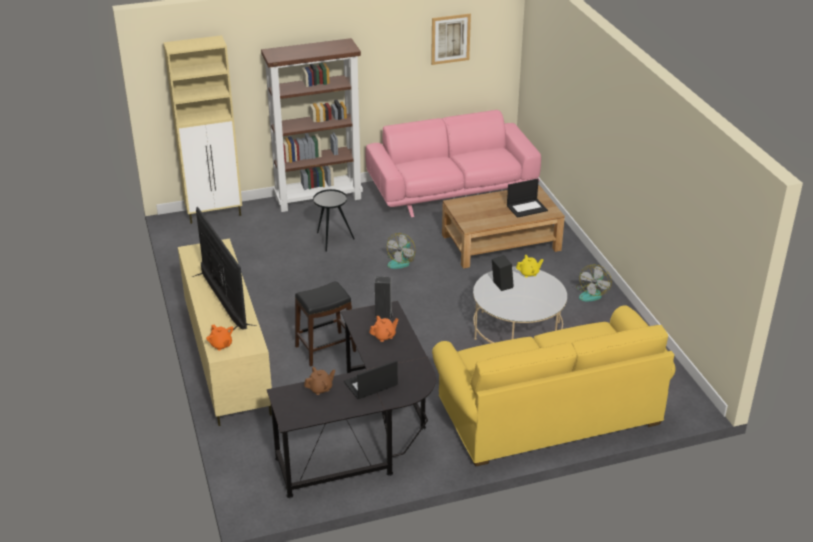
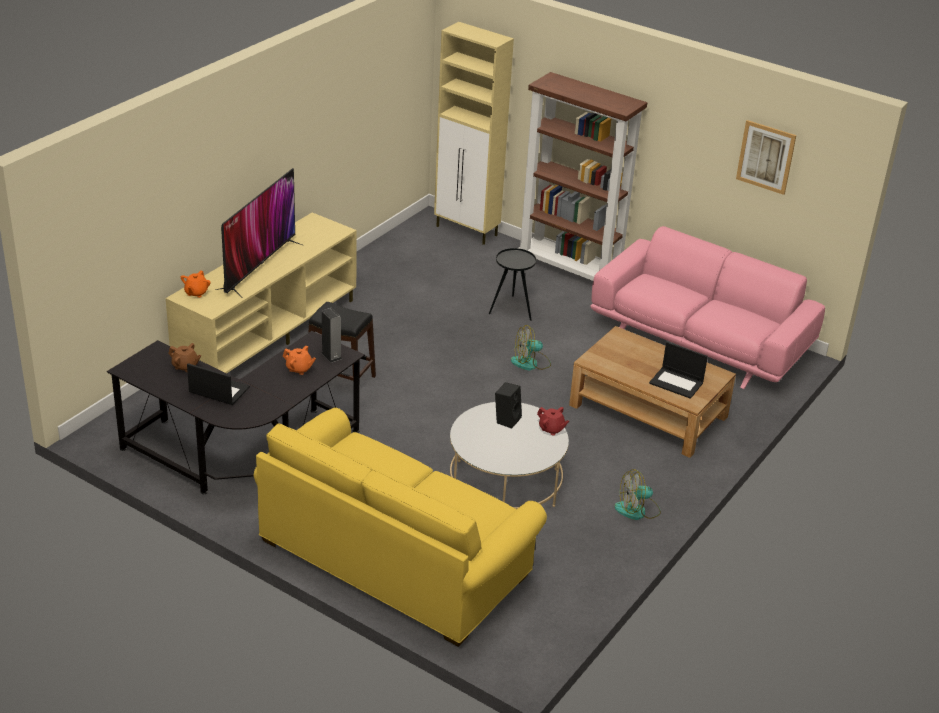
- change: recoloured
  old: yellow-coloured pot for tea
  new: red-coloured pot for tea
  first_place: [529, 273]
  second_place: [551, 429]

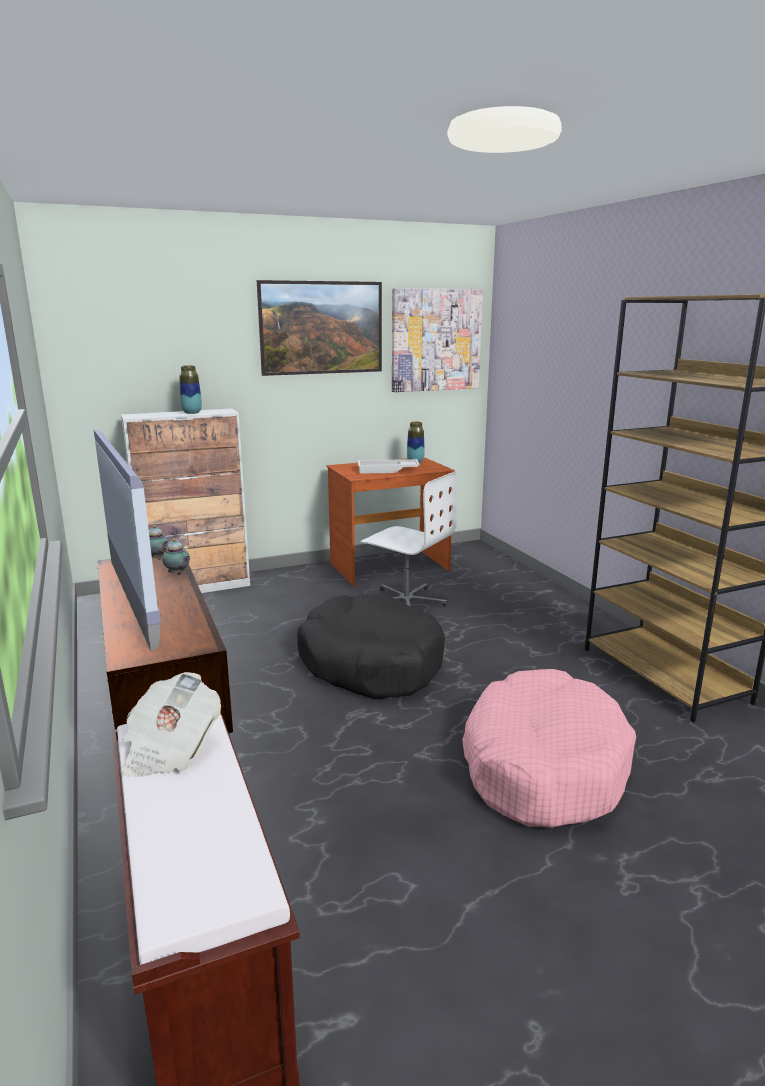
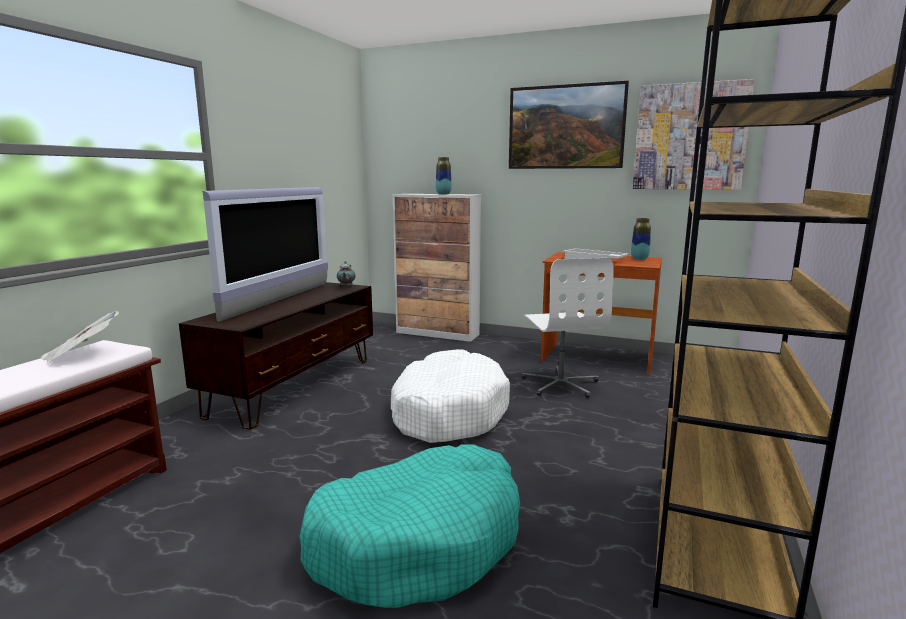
- change: recoloured
  old: pink dog cushion
  new: turquoise dog cushion
  first_place: [542, 765]
  second_place: [418, 541]
- change: recoloured
  old: blackish dog cushion
  new: white-coloured dog cushion
  first_place: [370, 663]
  second_place: [448, 412]
- change: removed
  old: pot for tea
  first_place: [178, 574]

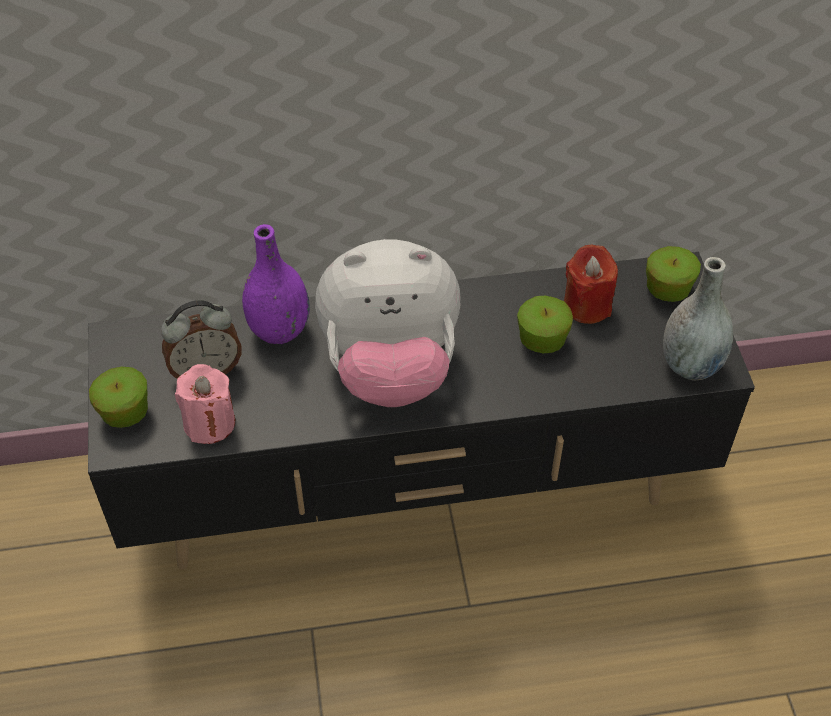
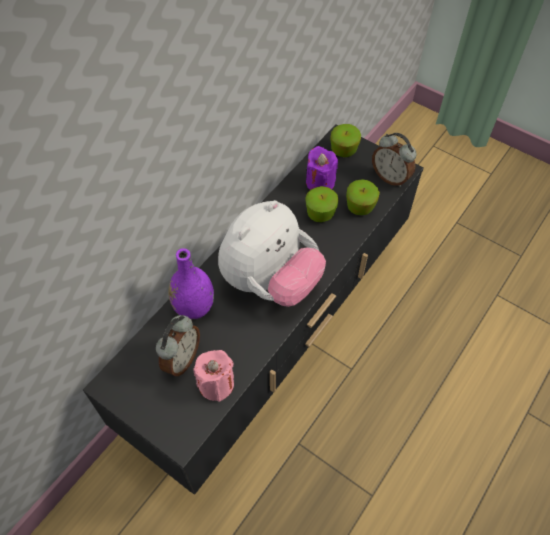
- change: recoloured
  old: red-coloured wax candle
  new: purple-coloured wax candle
  first_place: [587, 305]
  second_place: [320, 183]
- change: moved
  old: apple fruit
  first_place: [125, 413]
  second_place: [360, 207]
- change: replaced
  old: grey vase
  new: alarm clock
  first_place: [690, 365]
  second_place: [390, 177]

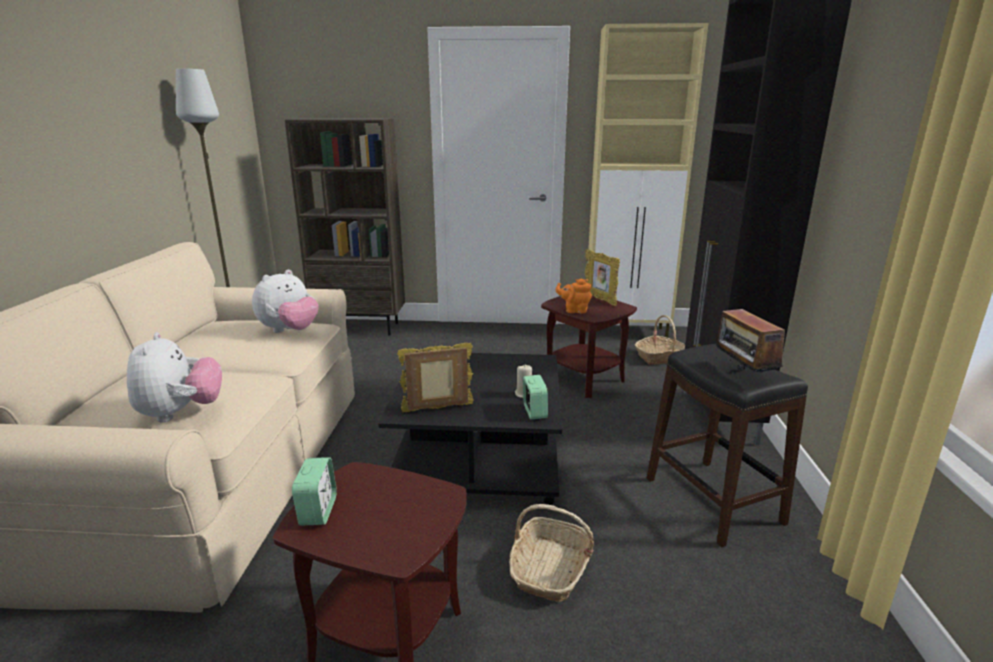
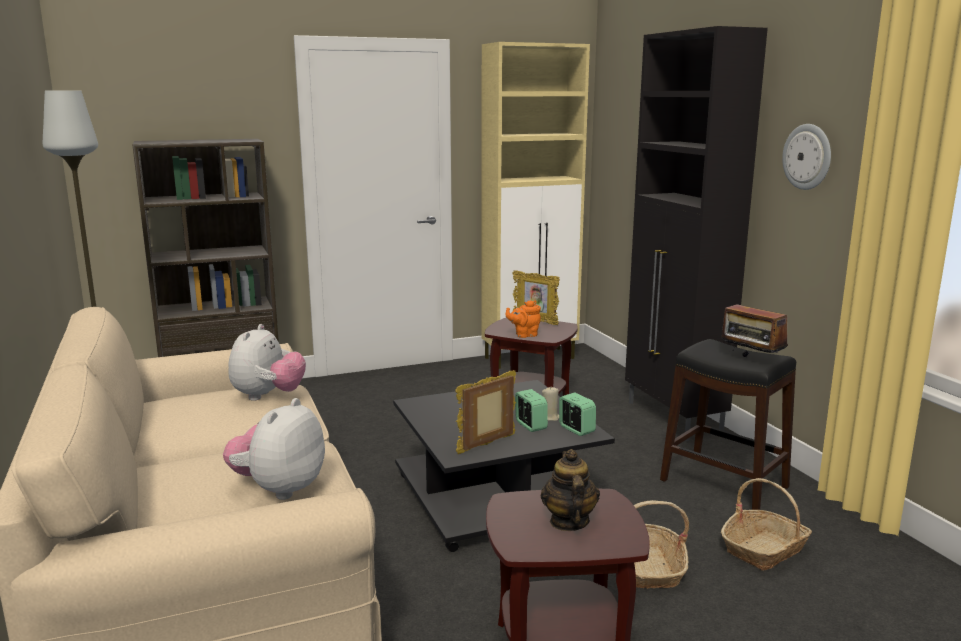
- change: turned
  old: soft toy
  first_place: [181, 413]
  second_place: [279, 489]
  degrees: -120
- change: moved
  old: alarm clock
  first_place: [318, 511]
  second_place: [530, 426]
- change: added
  new: pot for tea
  second_place: [568, 522]
- change: moved
  old: basket
  first_place: [661, 358]
  second_place: [764, 549]
- change: added
  new: clock on the wall
  second_place: [807, 157]

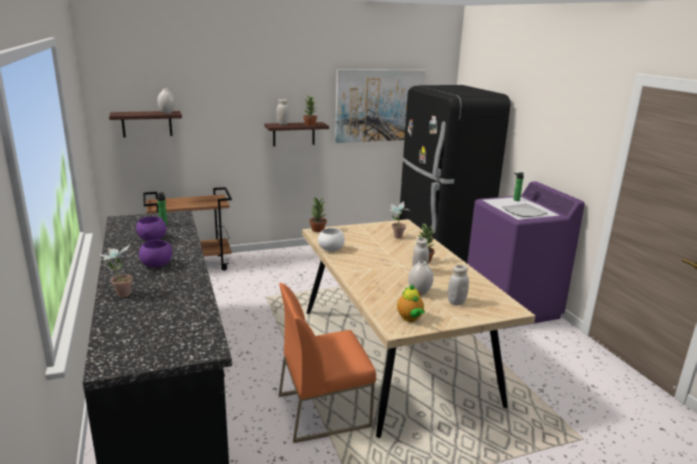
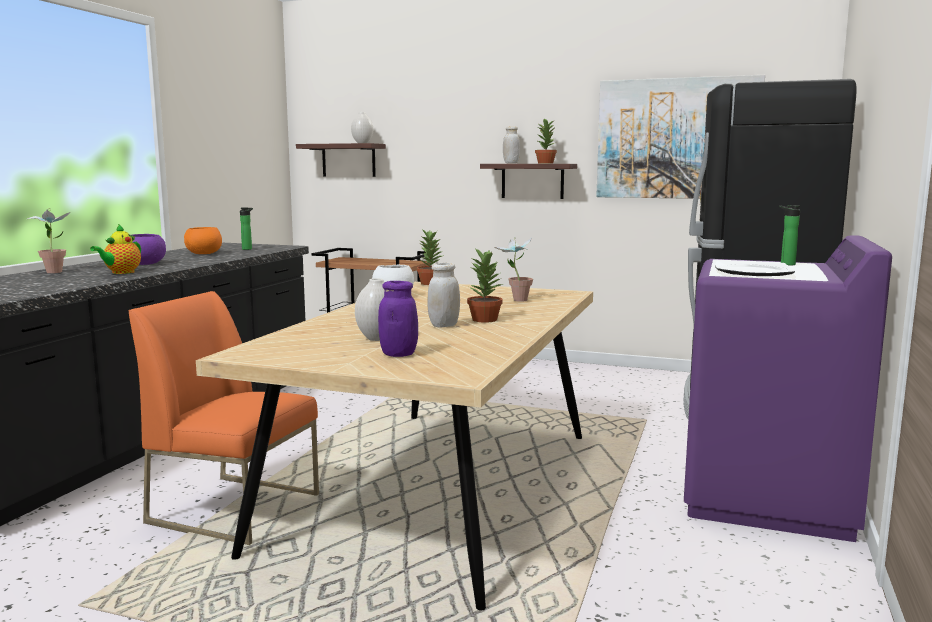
- change: moved
  old: pot for tea
  first_place: [410, 318]
  second_place: [121, 272]
- change: recoloured
  old: purple-coloured bowl
  new: orange bowl
  first_place: [152, 239]
  second_place: [203, 253]
- change: recoloured
  old: white-coloured storage jar
  new: purple-coloured storage jar
  first_place: [456, 302]
  second_place: [398, 354]

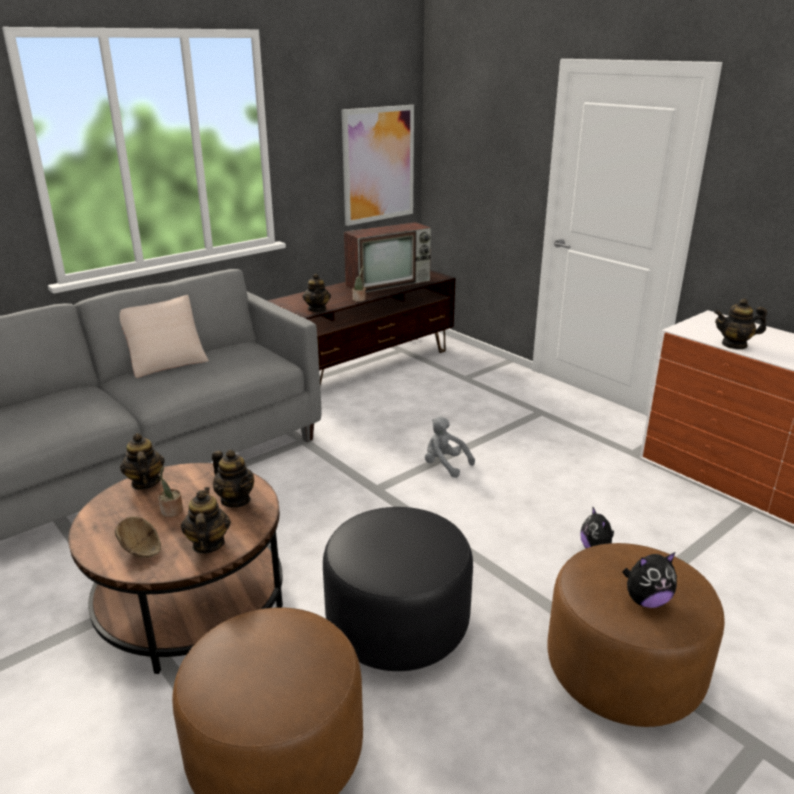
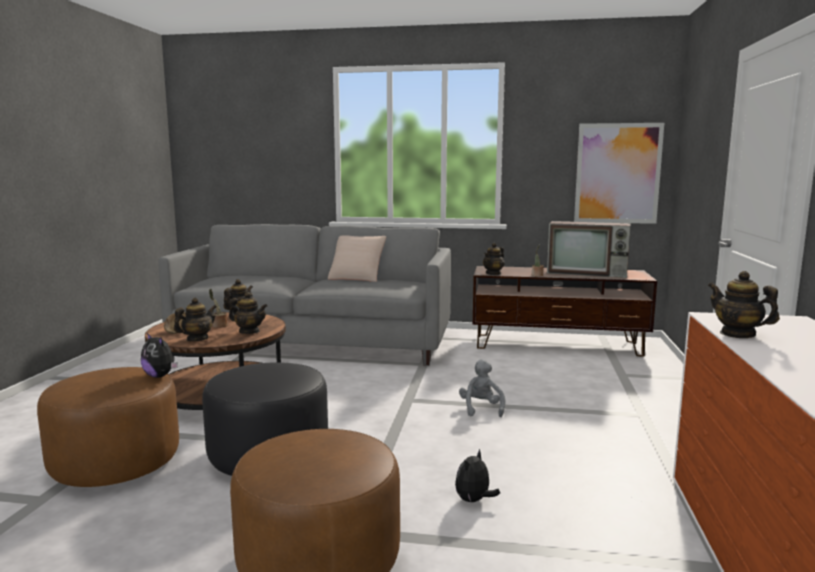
- change: moved
  old: soft toy
  first_place: [646, 600]
  second_place: [160, 376]
- change: turned
  old: pot for tea
  first_place: [236, 500]
  second_place: [249, 332]
  degrees: -75

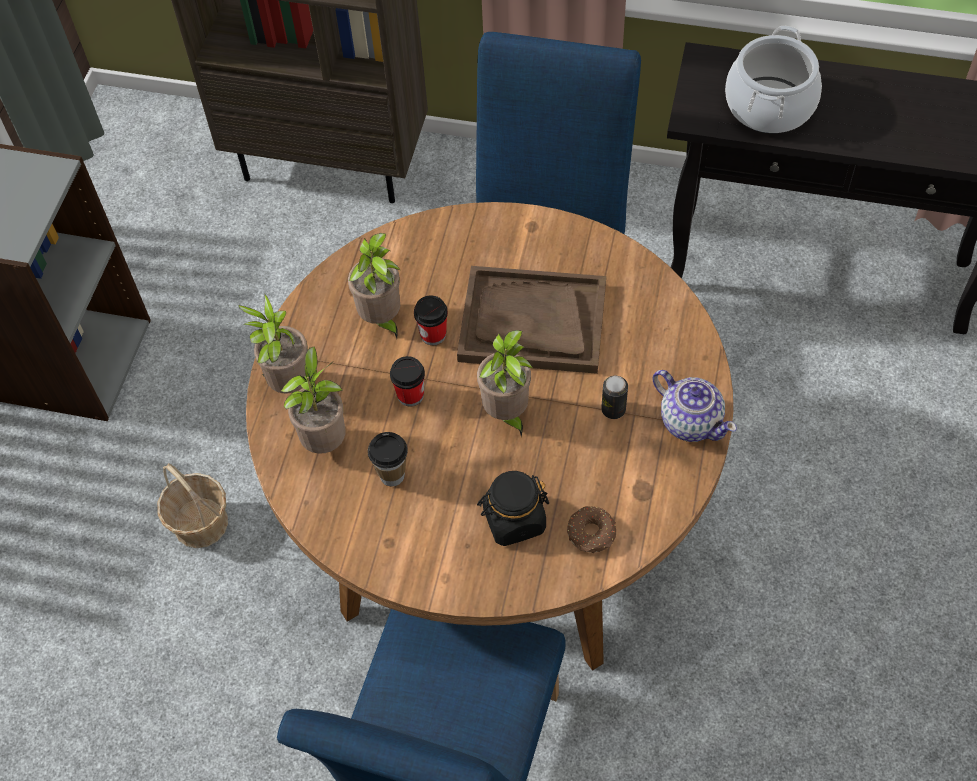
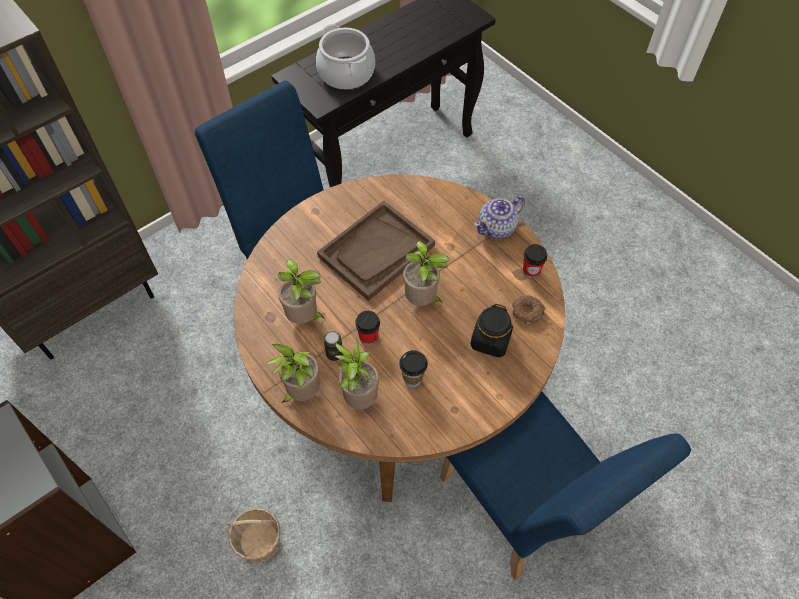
- change: moved
  old: metal can
  first_place: [613, 409]
  second_place: [334, 354]
- change: turned
  old: pot for tea
  first_place: [690, 421]
  second_place: [497, 228]
  degrees: 150
- change: moved
  old: small cup
  first_place: [433, 334]
  second_place: [531, 271]

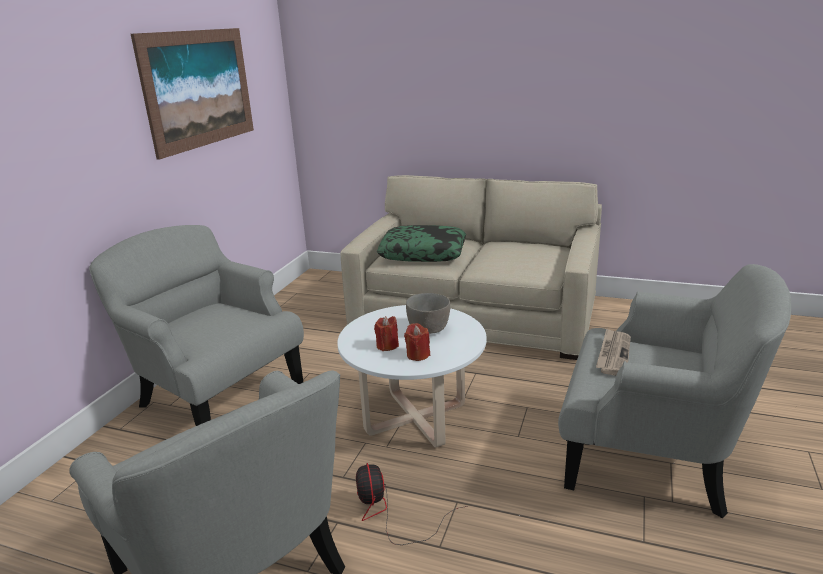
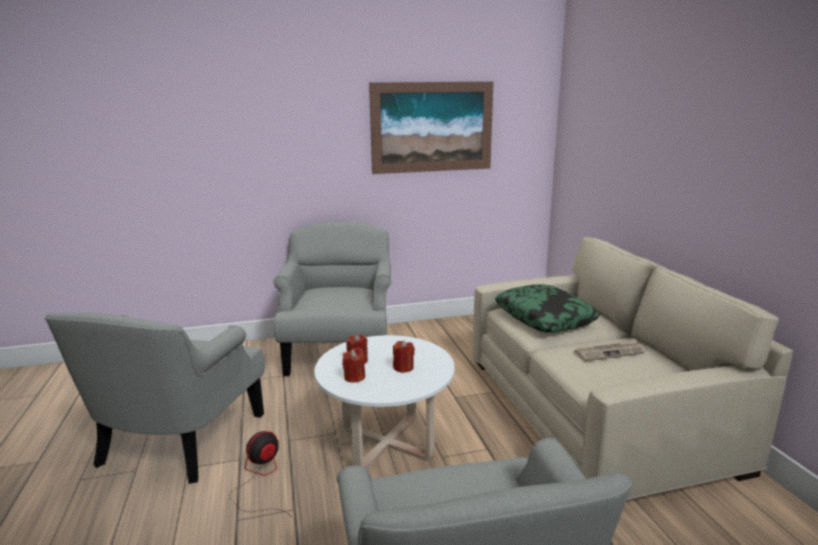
- change: replaced
  old: grey bowl
  new: red-coloured wax candle
  first_place: [429, 329]
  second_place: [403, 368]
- change: moved
  old: printed paper
  first_place: [613, 354]
  second_place: [609, 352]

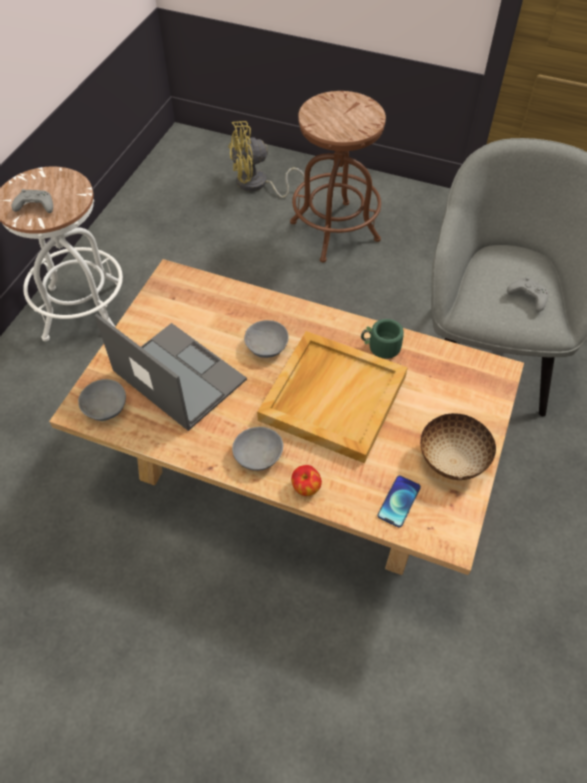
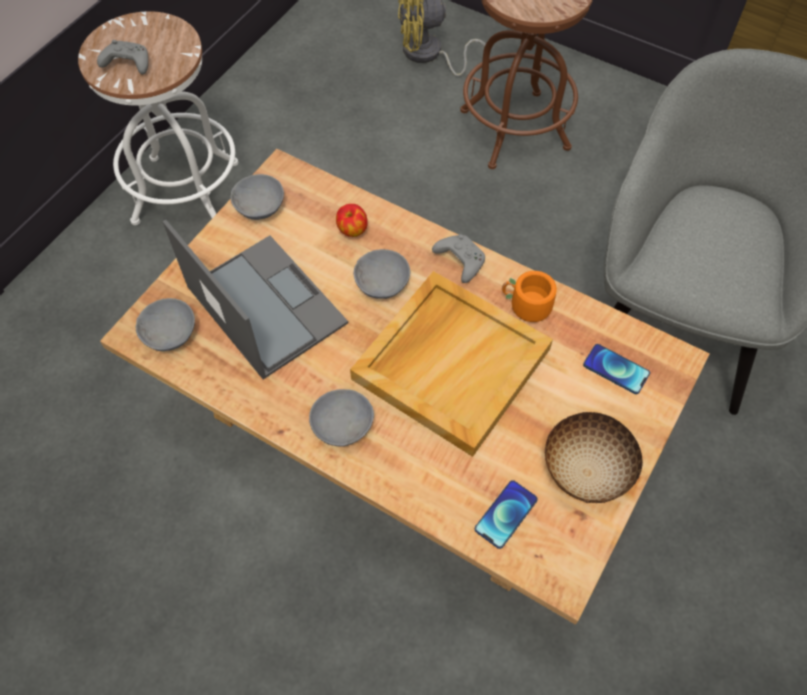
- change: added
  new: grey bowl
  second_place: [261, 206]
- change: moved
  old: apple fruit
  first_place: [306, 487]
  second_place: [352, 230]
- change: moved
  old: grey joypad
  first_place: [527, 297]
  second_place: [459, 261]
- change: recoloured
  old: green-coloured mug
  new: orange mug
  first_place: [380, 349]
  second_place: [525, 307]
- change: added
  new: phone
  second_place: [616, 369]

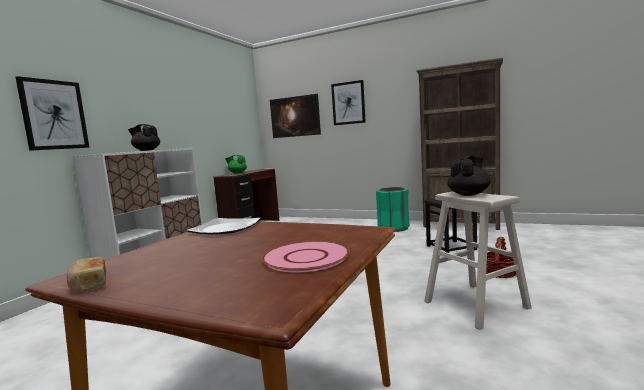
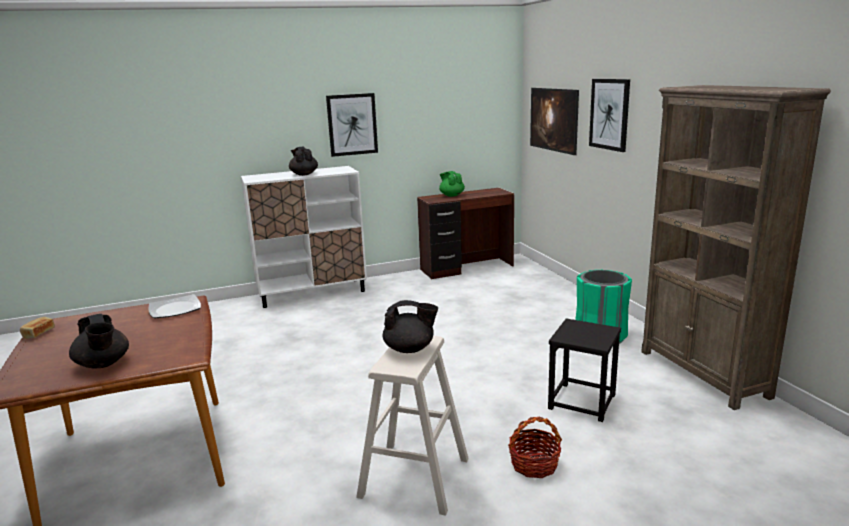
- change: replaced
  old: pink flat dish
  new: blackish pot for tea
  first_place: [306, 258]
  second_place: [103, 364]
- change: moved
  old: picture
  first_place: [54, 115]
  second_place: [352, 124]

